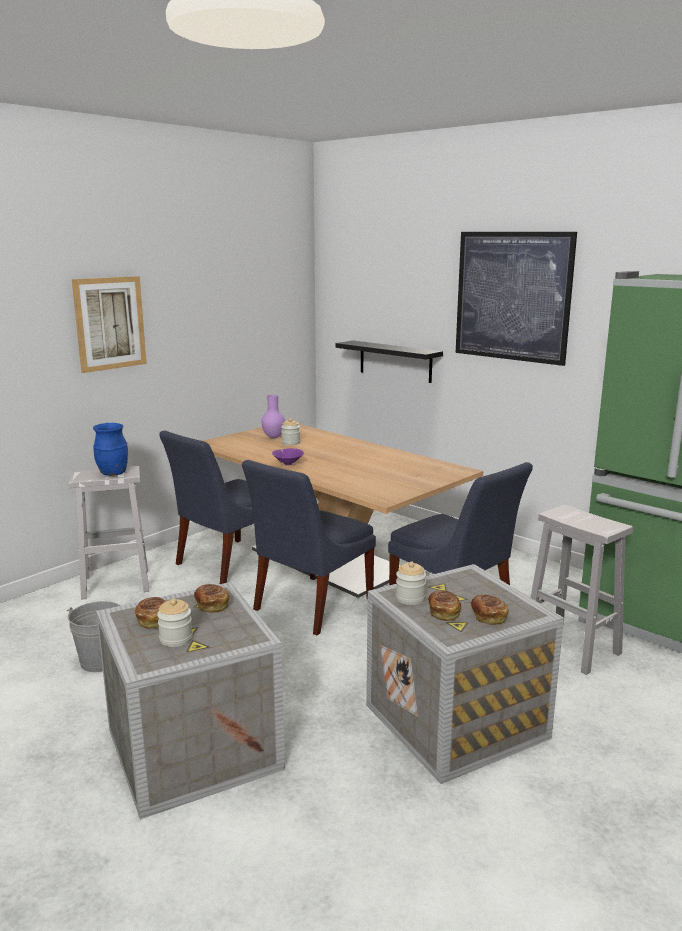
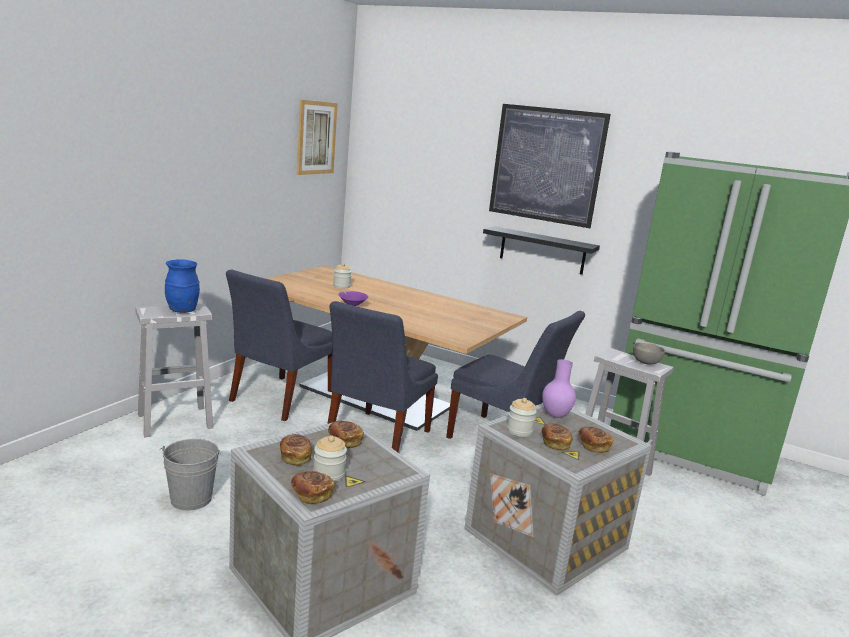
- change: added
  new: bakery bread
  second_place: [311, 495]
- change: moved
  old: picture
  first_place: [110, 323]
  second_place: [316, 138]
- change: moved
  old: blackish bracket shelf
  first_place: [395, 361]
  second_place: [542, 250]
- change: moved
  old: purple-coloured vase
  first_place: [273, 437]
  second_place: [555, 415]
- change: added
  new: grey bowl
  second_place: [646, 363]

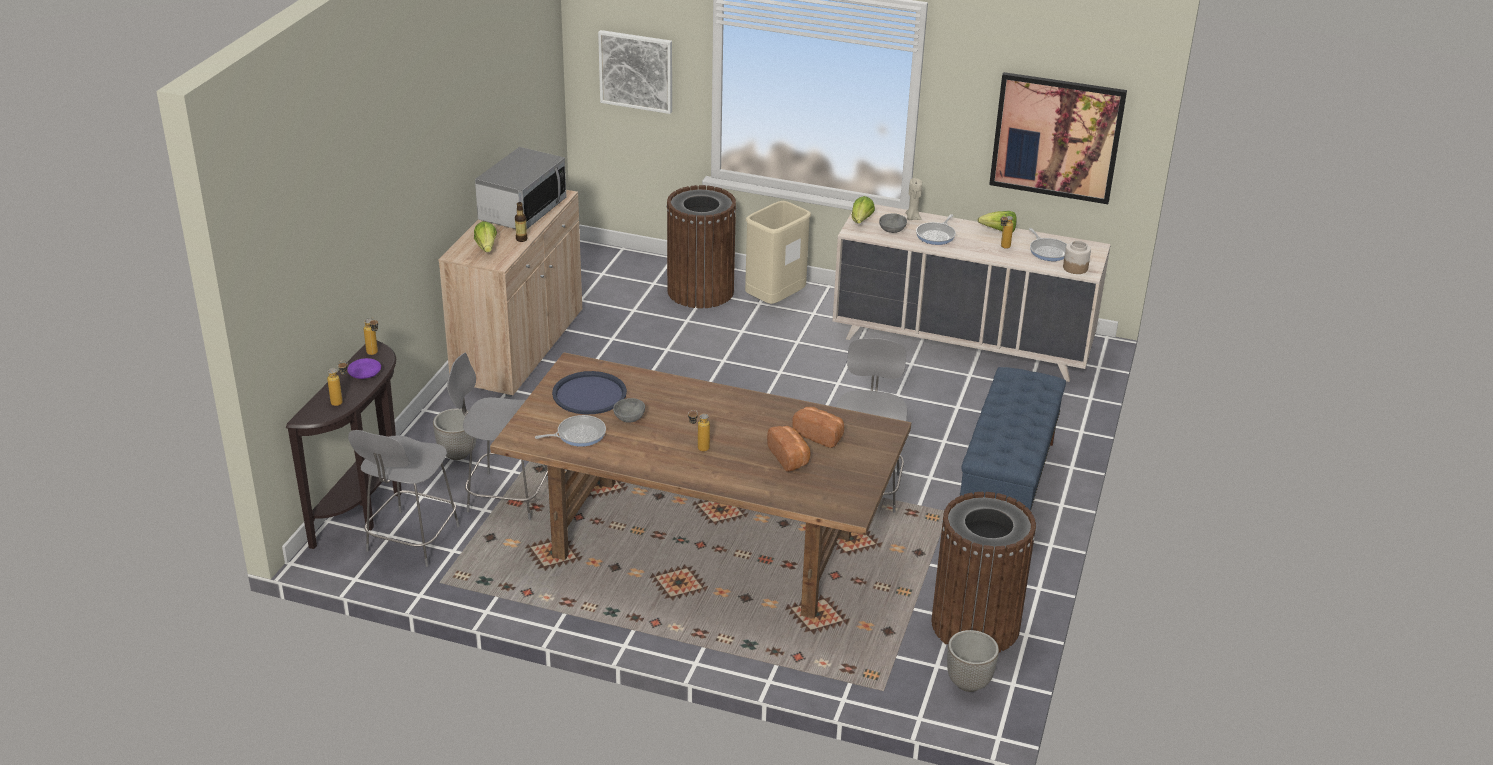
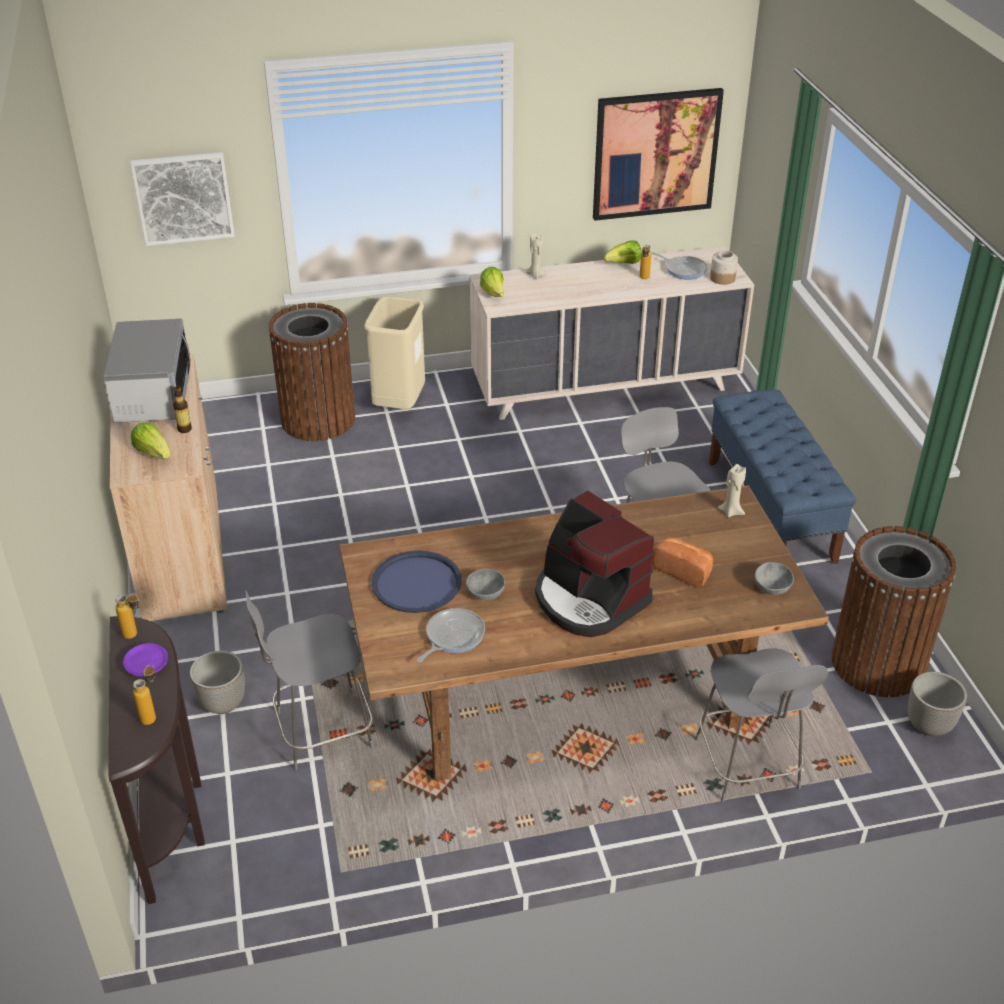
- change: replaced
  old: beverage bottle
  new: coffee machine
  first_place: [698, 449]
  second_place: [589, 599]
- change: moved
  old: grey stool seat
  first_place: [411, 540]
  second_place: [748, 767]
- change: added
  new: beige wax candle
  second_place: [731, 512]
- change: moved
  old: grey bowl
  first_place: [892, 230]
  second_place: [773, 588]
- change: removed
  old: bakery bread
  first_place: [820, 435]
- change: removed
  old: pan
  first_place: [936, 235]

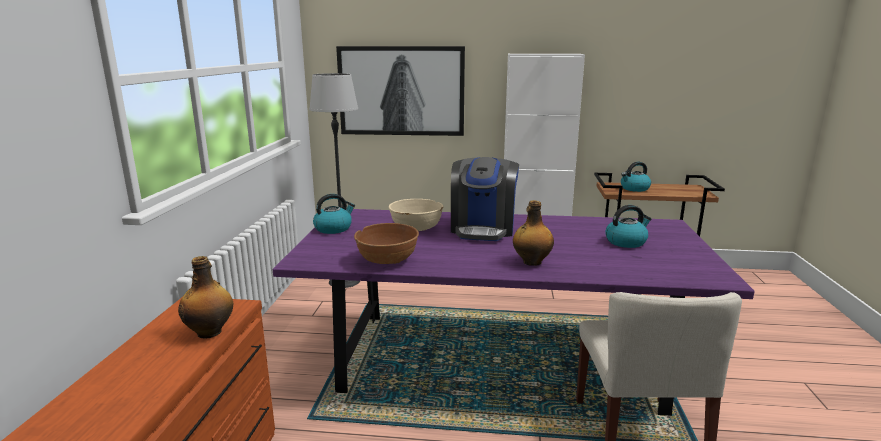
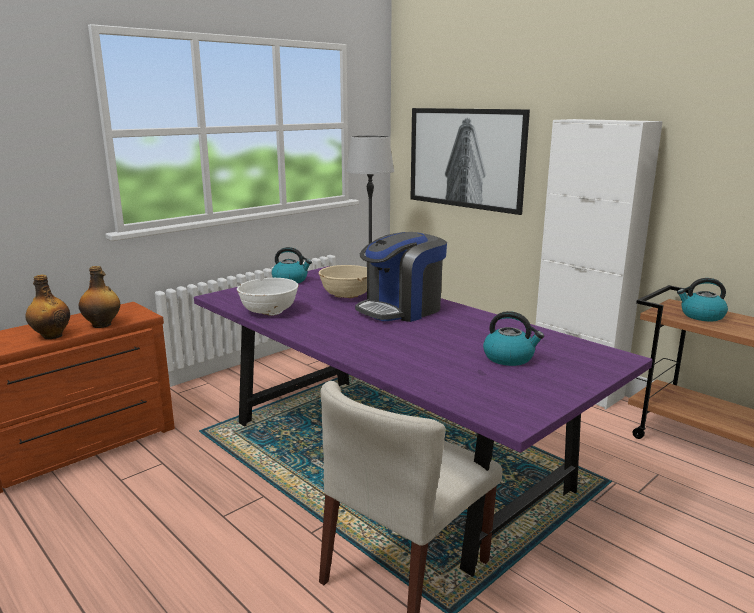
- change: moved
  old: beverage bottle
  first_place: [531, 262]
  second_place: [52, 336]
- change: recoloured
  old: brown bowl
  new: white-coloured bowl
  first_place: [387, 260]
  second_place: [269, 312]

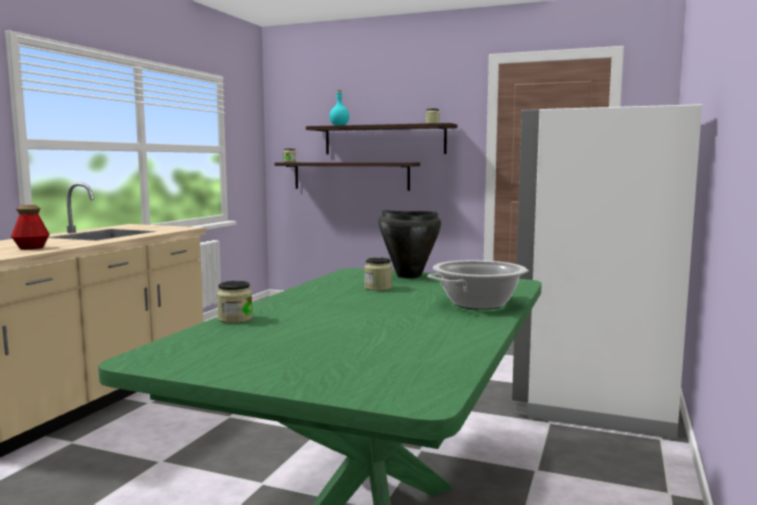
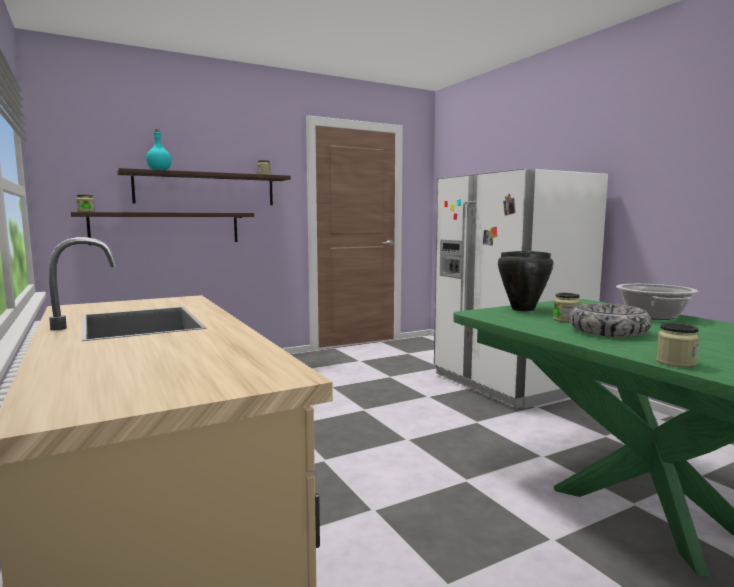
- change: added
  new: bowl
  second_place: [608, 331]
- change: removed
  old: beverage bottle
  first_place: [31, 248]

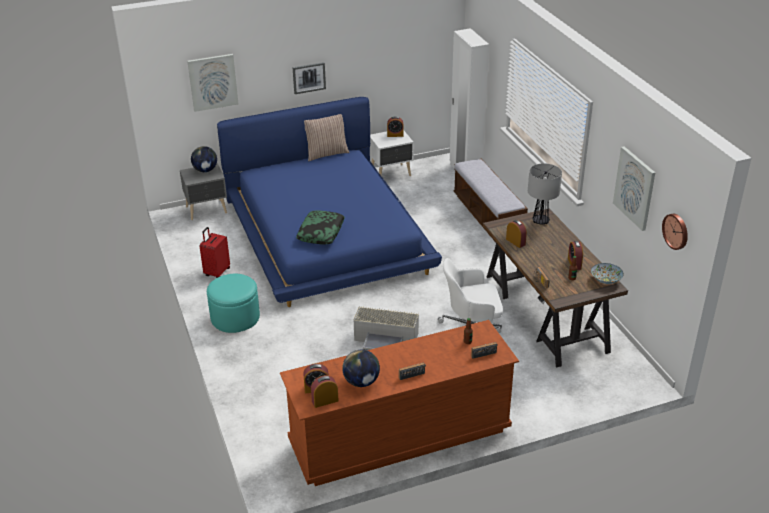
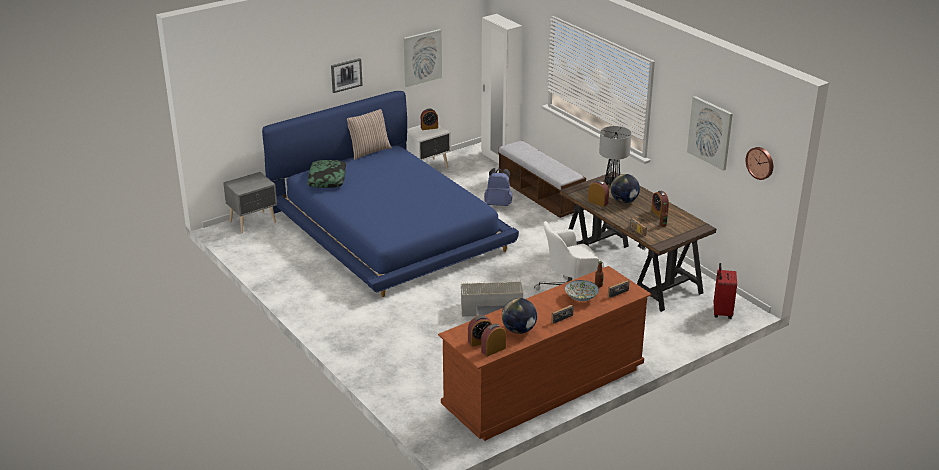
- change: moved
  old: pillow
  first_place: [321, 232]
  second_place: [327, 179]
- change: moved
  old: picture
  first_place: [213, 82]
  second_place: [422, 57]
- change: added
  new: bluish backpack
  second_place: [498, 204]
- change: moved
  old: bowl
  first_place: [606, 280]
  second_place: [581, 297]
- change: moved
  old: desk globe
  first_place: [205, 170]
  second_place: [624, 201]
- change: moved
  old: red-coloured travel case
  first_place: [217, 272]
  second_place: [721, 312]
- change: removed
  old: turquoise footrest
  first_place: [235, 317]

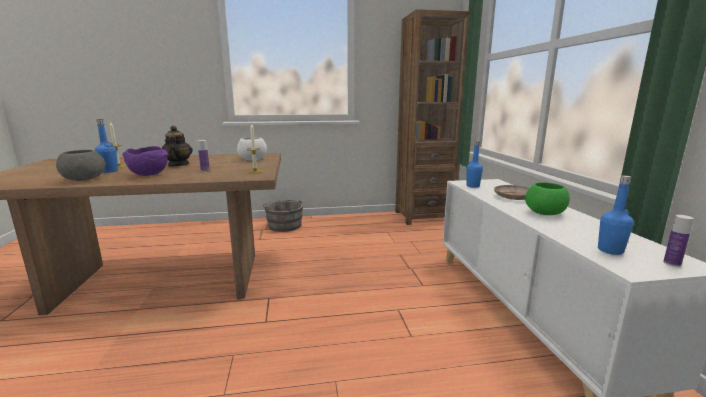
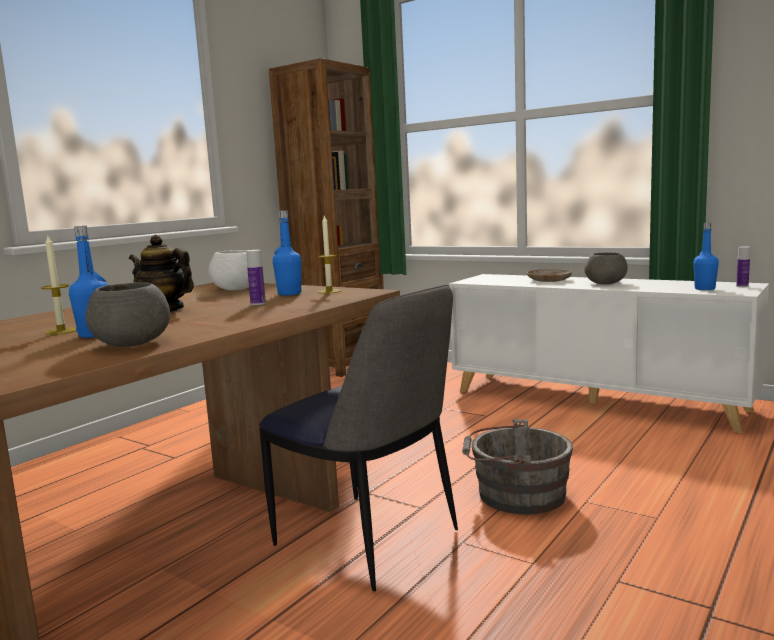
- change: added
  new: chair
  second_place: [369, 540]
- change: moved
  old: bluish beverage bottle
  first_place: [473, 186]
  second_place: [289, 293]
- change: moved
  old: grey bucket
  first_place: [284, 225]
  second_place: [516, 494]
- change: recoloured
  old: green-coloured bowl
  new: grey bowl
  first_place: [545, 213]
  second_place: [606, 283]
- change: removed
  old: purple-coloured bowl
  first_place: [150, 175]

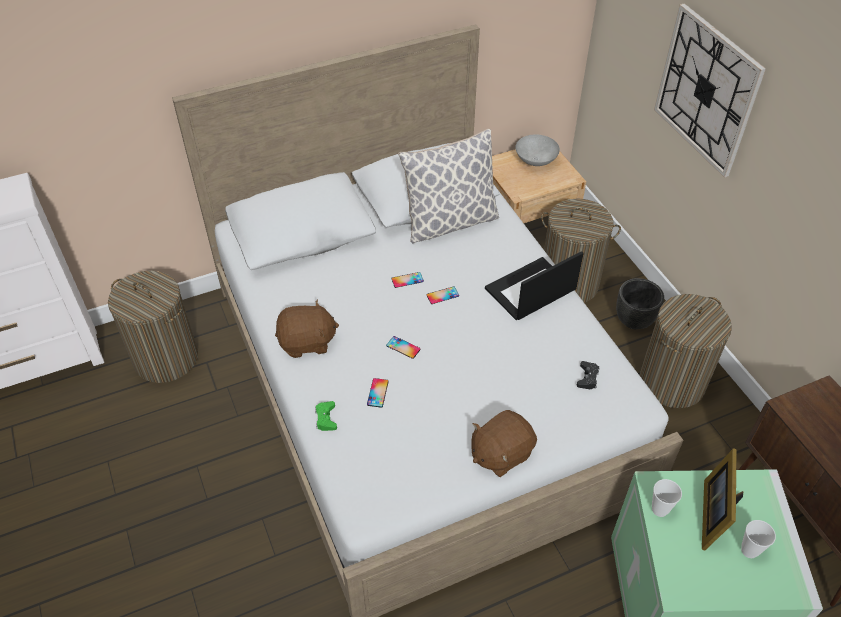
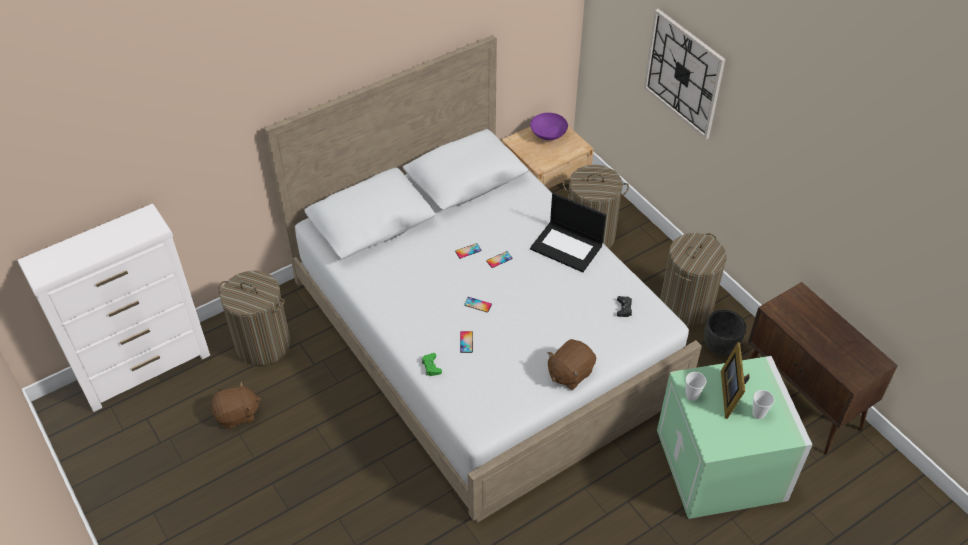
- change: moved
  old: brown soft toy
  first_place: [307, 342]
  second_place: [237, 415]
- change: recoloured
  old: grey bowl
  new: purple-coloured bowl
  first_place: [536, 161]
  second_place: [549, 135]
- change: turned
  old: laptop
  first_place: [530, 290]
  second_place: [567, 247]
  degrees: -105
- change: moved
  old: blackish flower pot
  first_place: [633, 321]
  second_place: [719, 347]
- change: removed
  old: pillow
  first_place: [449, 222]

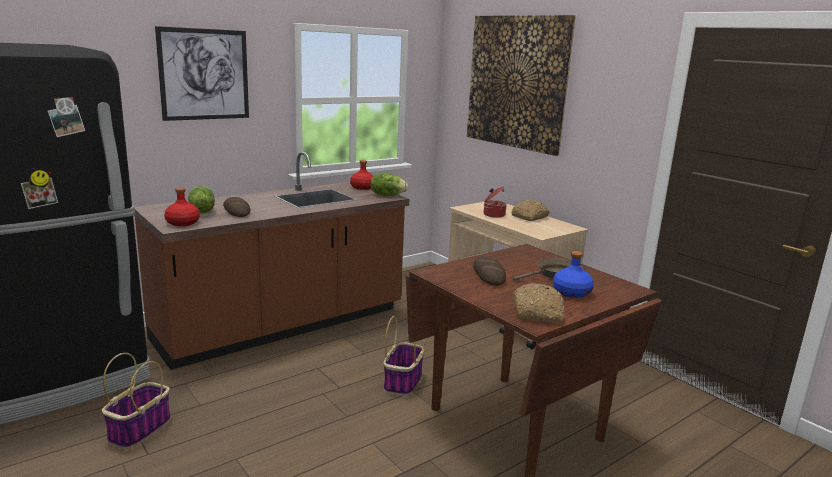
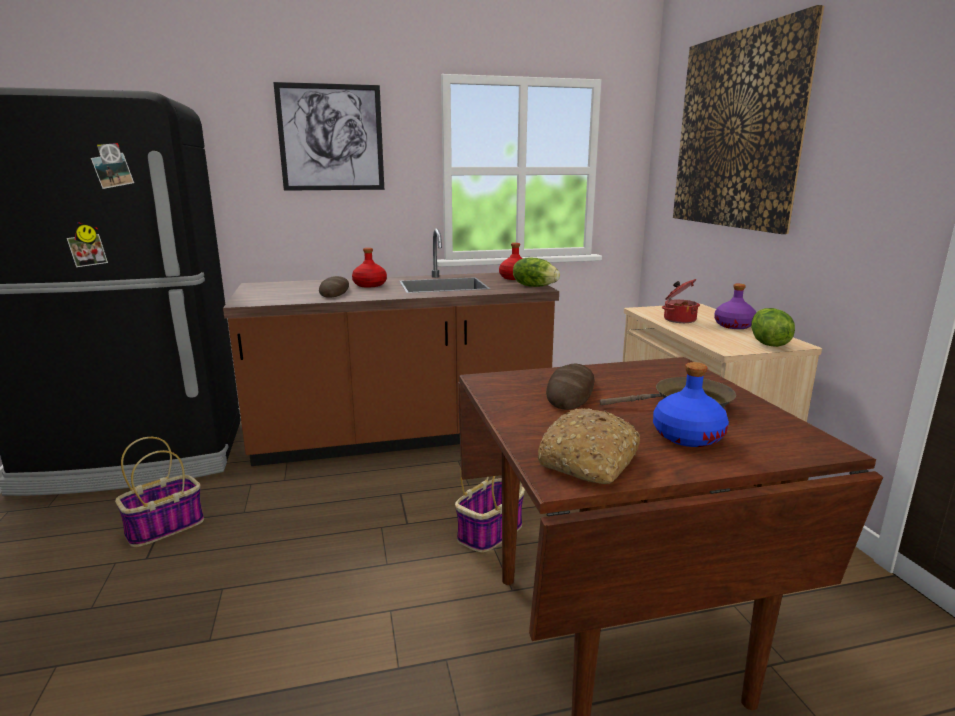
- change: moved
  old: red-coloured beverage bottle
  first_place: [183, 223]
  second_place: [370, 285]
- change: replaced
  old: bakery bread
  new: purple-coloured beverage bottle
  first_place: [529, 217]
  second_place: [734, 326]
- change: moved
  old: head of lettuce
  first_place: [201, 211]
  second_place: [767, 343]

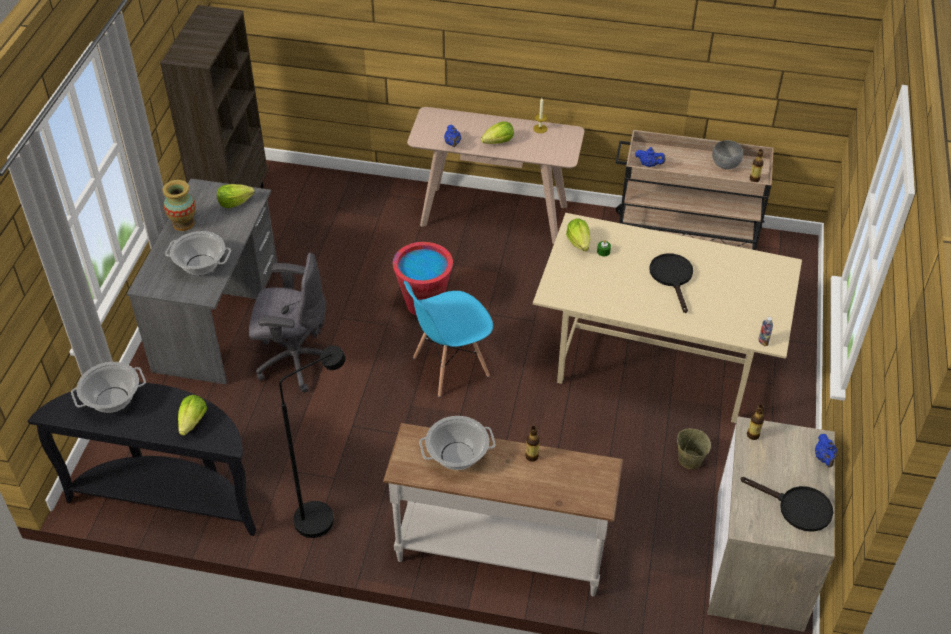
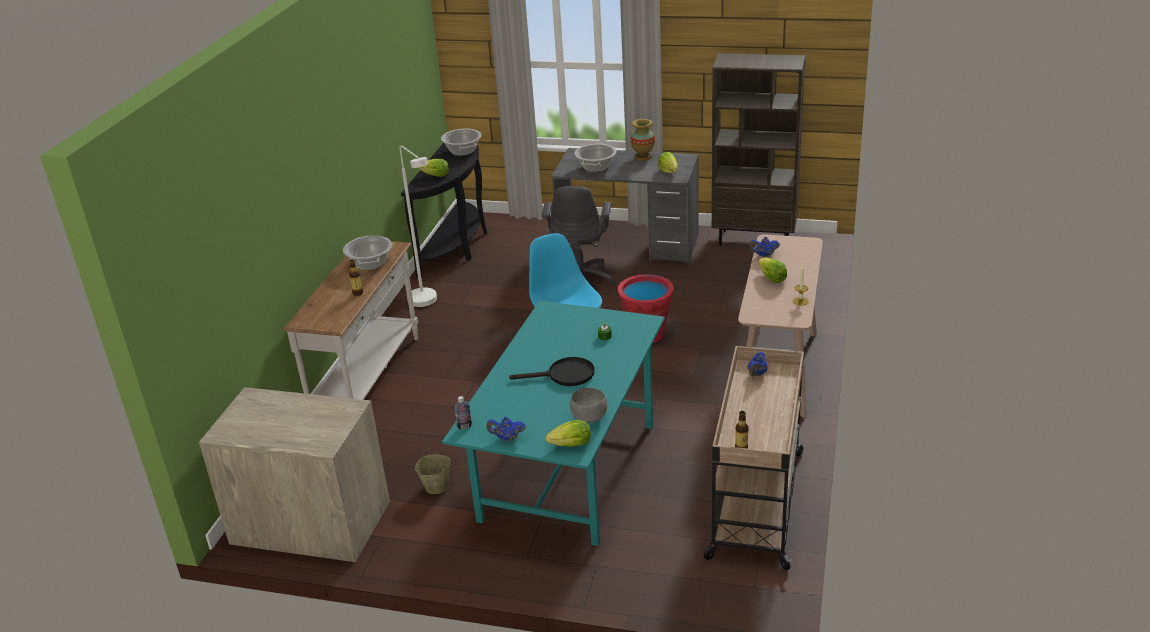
- change: recoloured
  old: blackish standing lamp
  new: white-coloured standing lamp
  first_place: [323, 514]
  second_place: [427, 302]
- change: recoloured
  old: beige dining table
  new: turquoise dining table
  first_place: [657, 359]
  second_place: [569, 472]
- change: moved
  old: bluish pot for tea
  first_place: [824, 458]
  second_place: [507, 438]
- change: moved
  old: head of lettuce
  first_place: [579, 242]
  second_place: [571, 445]
- change: moved
  old: grey bowl
  first_place: [725, 165]
  second_place: [588, 418]
- change: removed
  old: blackish pan
  first_place: [797, 508]
- change: removed
  old: beverage bottle
  first_place: [753, 435]

